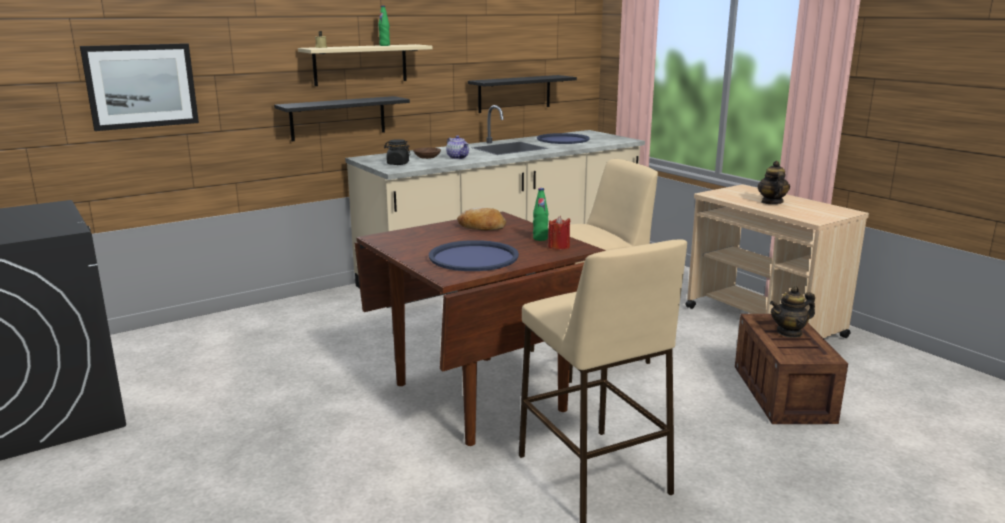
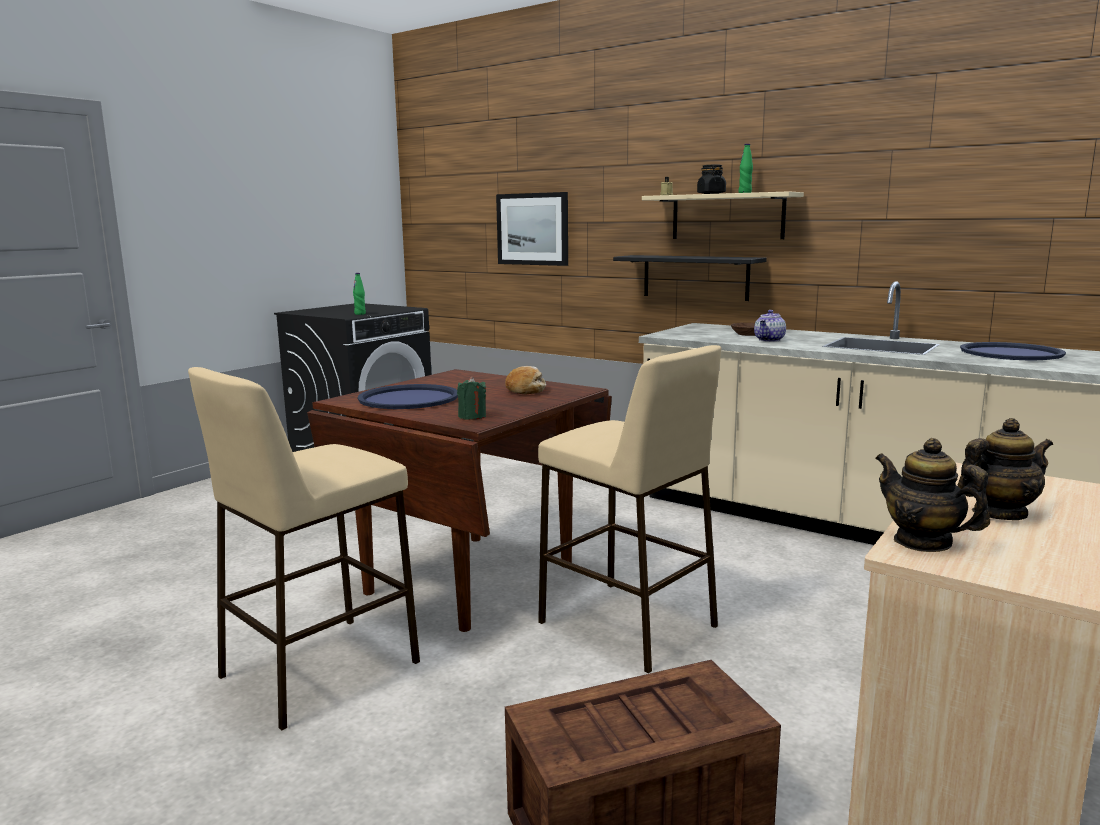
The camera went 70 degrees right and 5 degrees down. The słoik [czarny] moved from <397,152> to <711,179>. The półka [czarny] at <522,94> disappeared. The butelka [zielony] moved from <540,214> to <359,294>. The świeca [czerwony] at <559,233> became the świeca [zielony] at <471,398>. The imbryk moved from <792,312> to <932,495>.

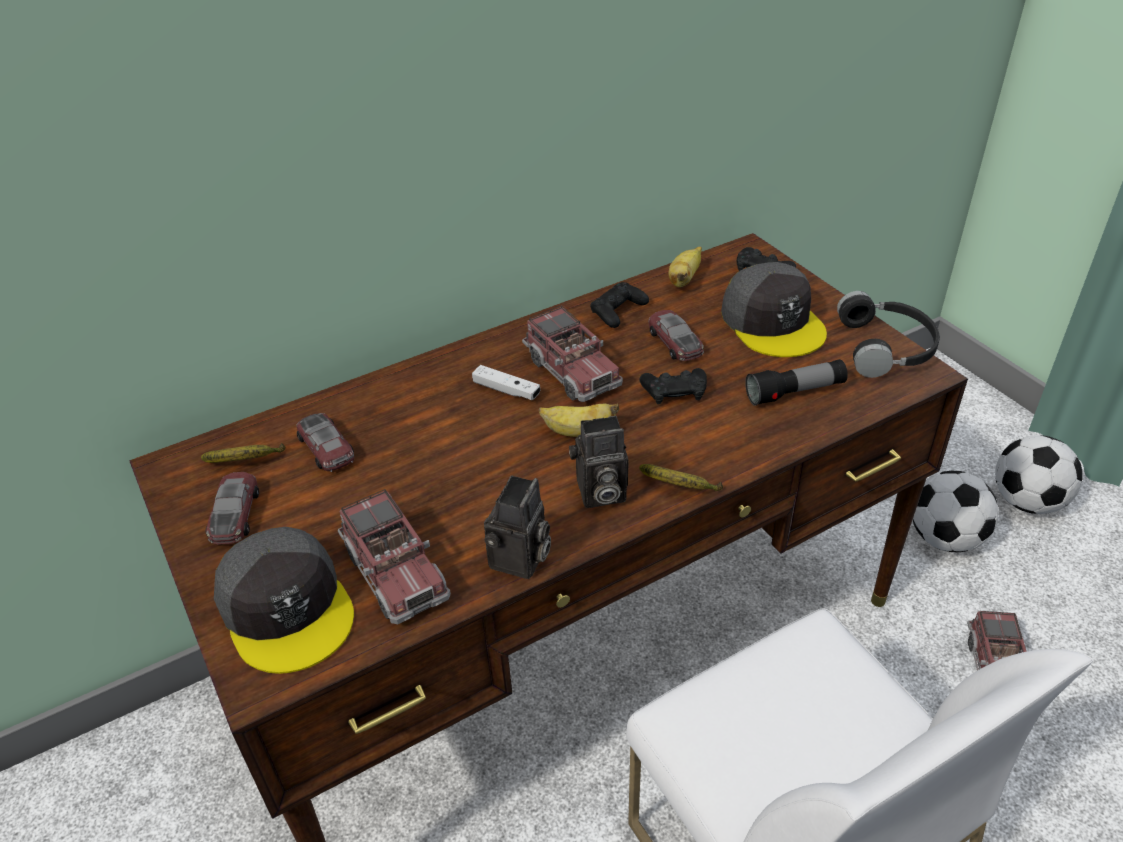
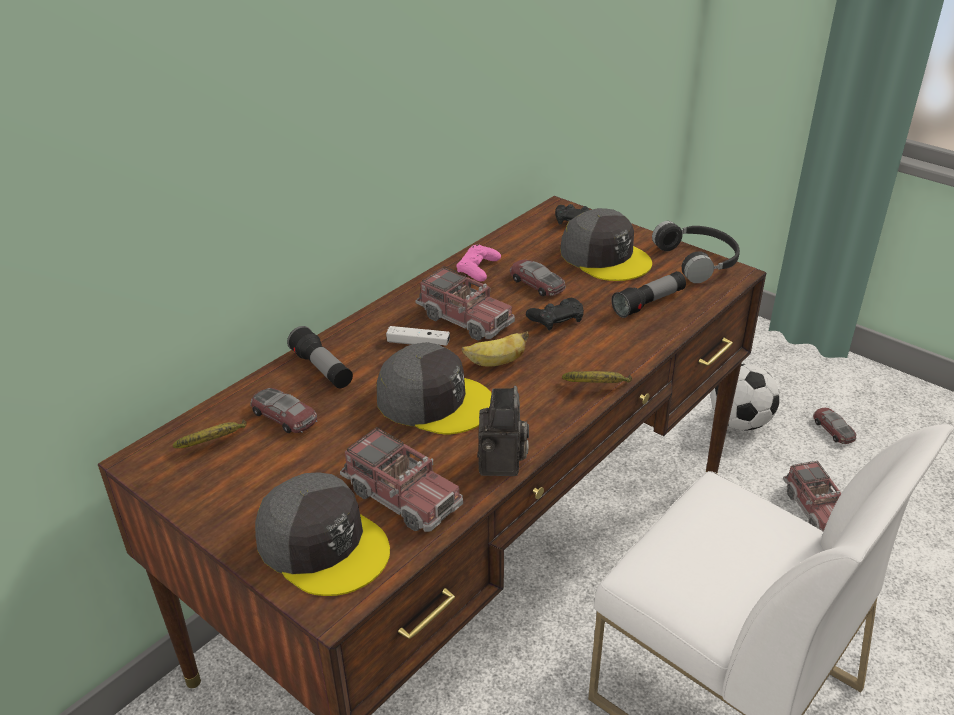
The camera went 20 degrees left and 5 degrees down. The samochodzik moved from <232,508> to <835,426>. The aparat fotograficzny at <598,461> disappeared. The pad do gier [czarny] at <619,305> became the pad do gier [różowy] at <479,263>. The banan at <685,267> disappeared. The piłka futbolowa at <1039,474> disappeared. The latarka at <320,357> appeared. The czapka z daszkiem [szary] at <434,388> appeared.

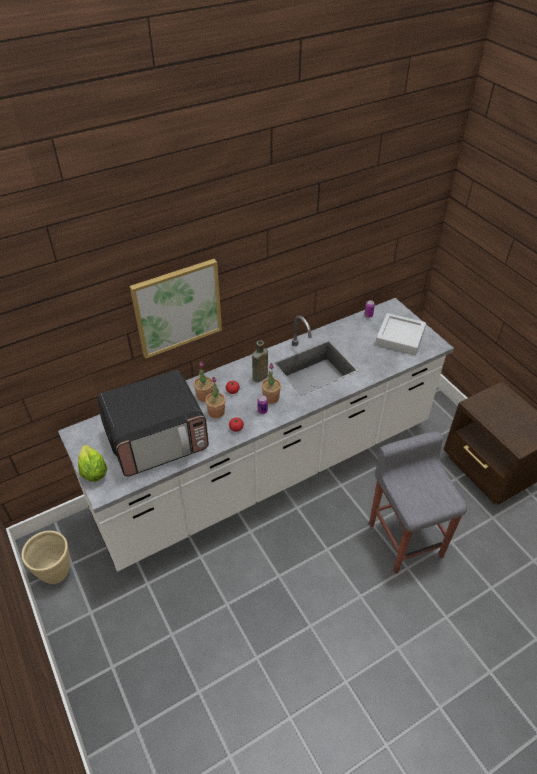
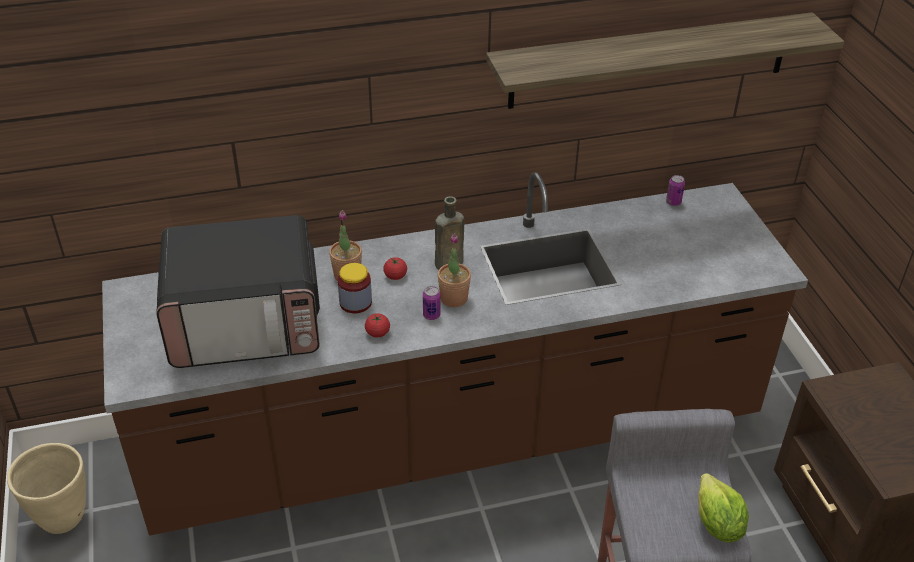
The camera went 15 degrees right and 5 degrees down. The zabudowa kuchenna [biały] at <256,435> became the zabudowa kuchenna [brązowy] at <455,354>. The sałata moved from <92,463> to <723,508>. The obraz at <176,309> disappeared. The roślina doniczkowa at <215,397> was replaced by the słoik at <355,288>. The taca [szary] at <400,334> disappeared. The półka at <665,60> appeared.

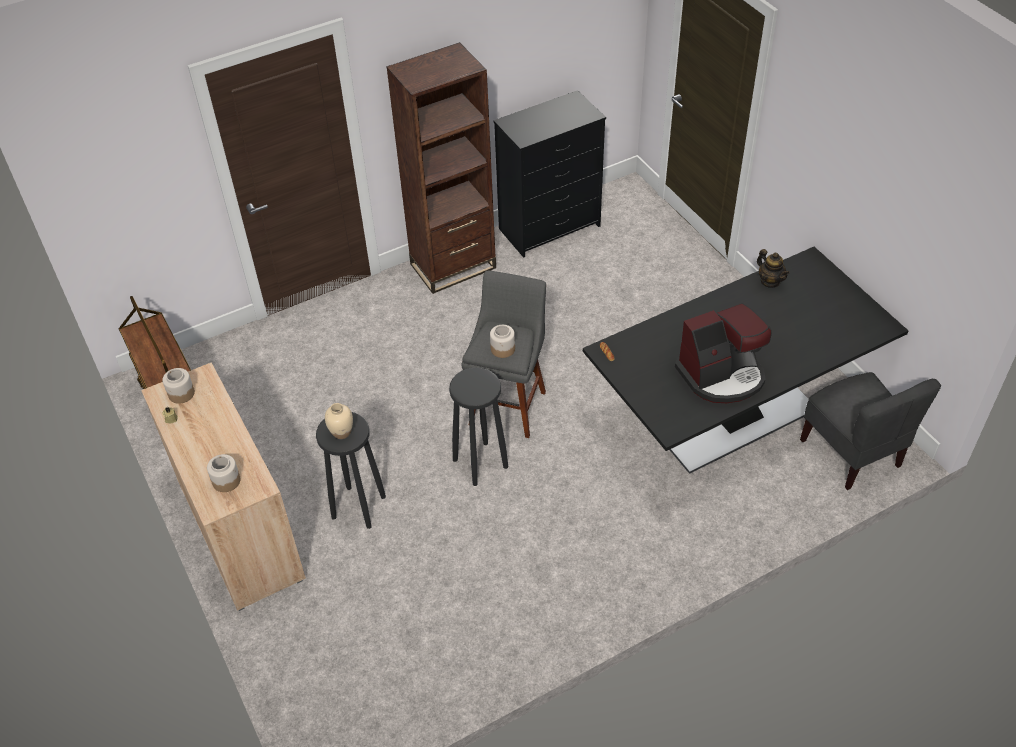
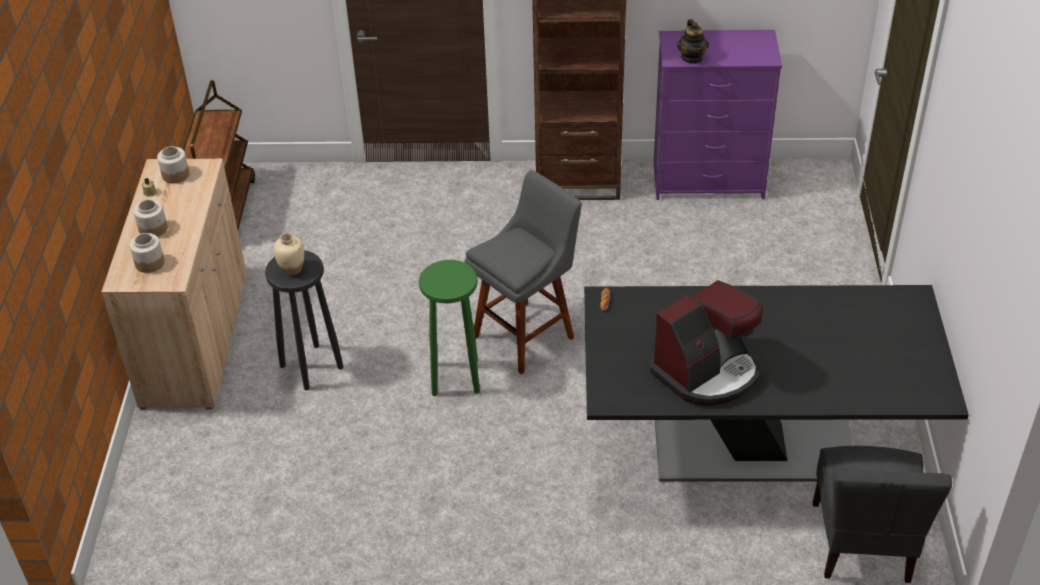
The camera went 30 degrees right and 5 degrees down. The stołek [czarny] at <478,427> became the stołek [zielony] at <449,328>. The słoik moved from <502,341> to <151,218>. The komoda [czarny] at <549,174> became the komoda [fioletowy] at <718,115>. The ekspres do kawy at <723,353> turned 45 degrees counterclockwise. The imbryk moved from <773,268> to <693,41>.

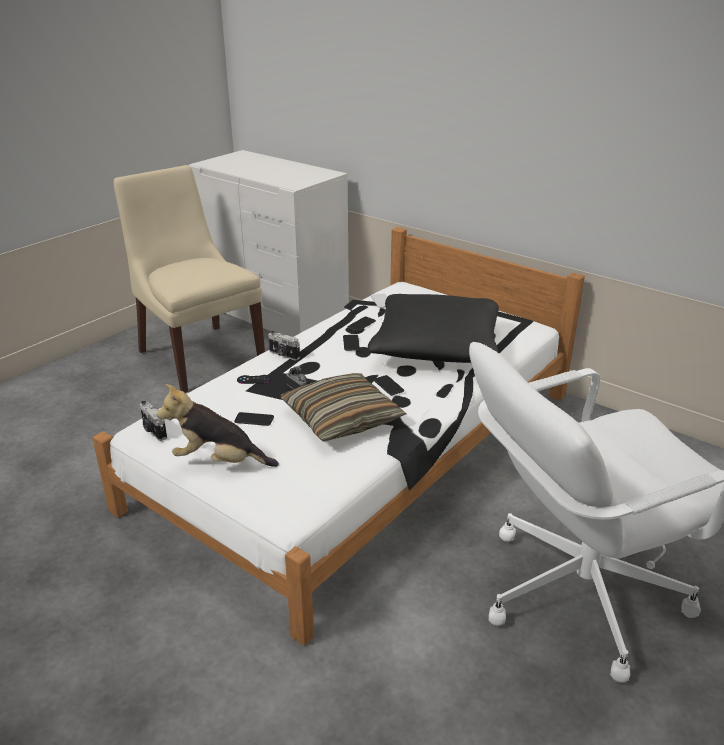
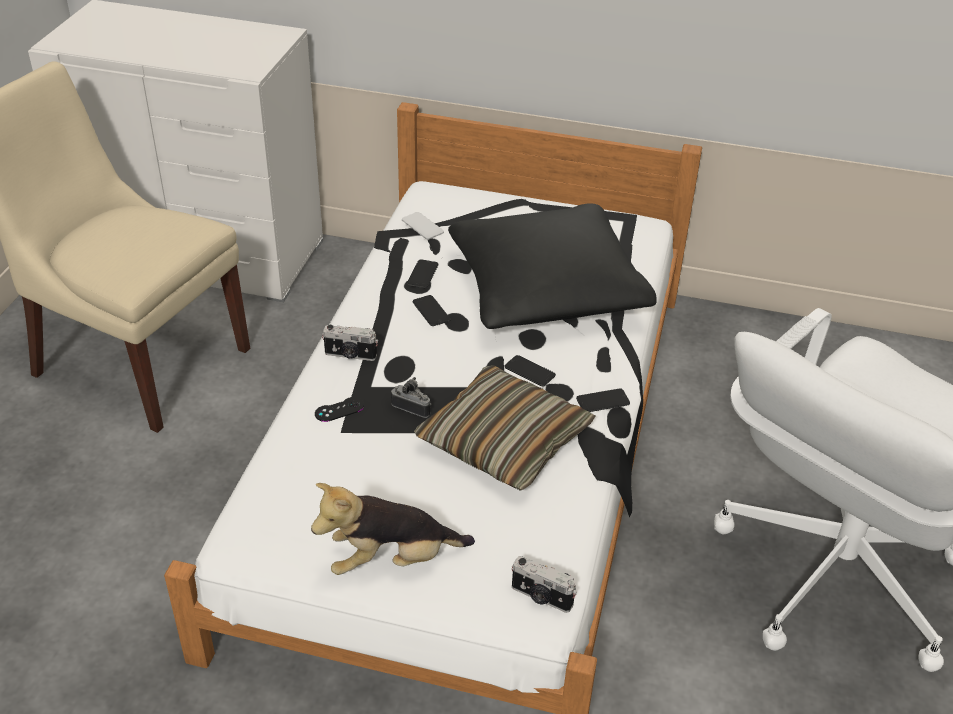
The camera went 25 degrees left and 10 degrees up. The aparat fotograficzny moved from <153,421> to <544,584>. The telefon moved from <254,419> to <603,400>.

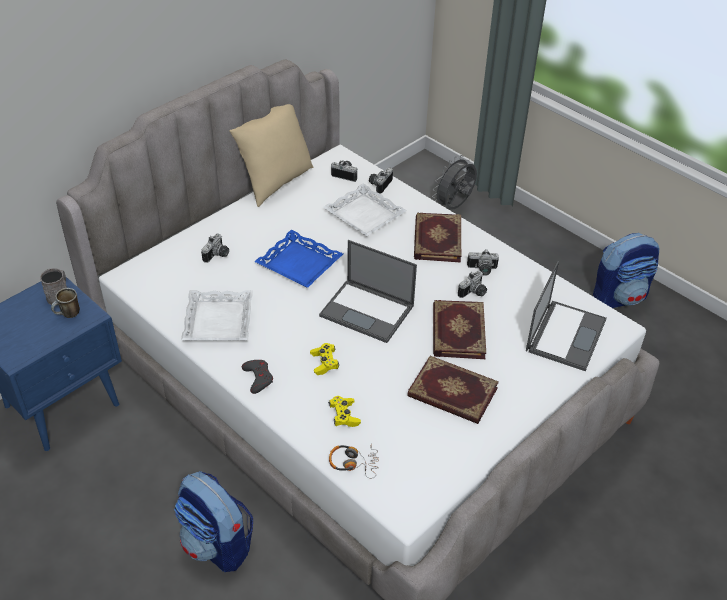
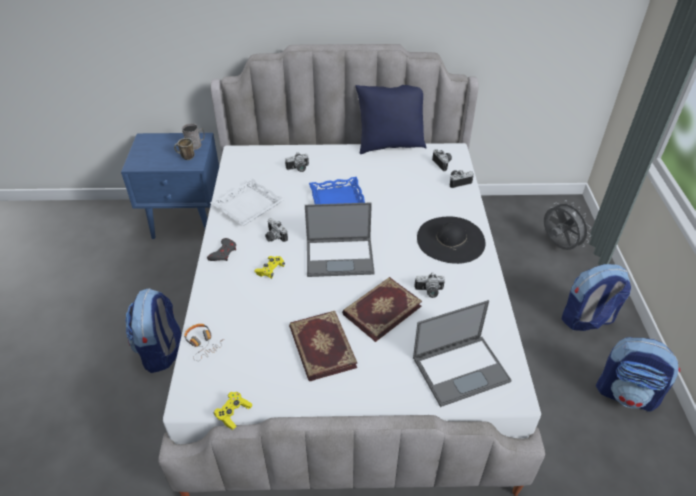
The camera went 45 degrees right and 0 degrees up. The poduszka [beżowy] at <271,155> became the poduszka [niebieski] at <390,119>. The laptop at <368,291> turned 75 degrees counterclockwise. The taca [biały] at <365,209> disappeared. The pad do gier [żółty] moved from <344,411> to <232,411>. The książka at <437,237> was replaced by the kapelusz [czarny] at <451,240>. The wentylator [szary] at <454,182> turned 60 degrees clockwise. The aparat fotograficzny moved from <483,262> to <276,230>. The plecak at <596,297> appeared.

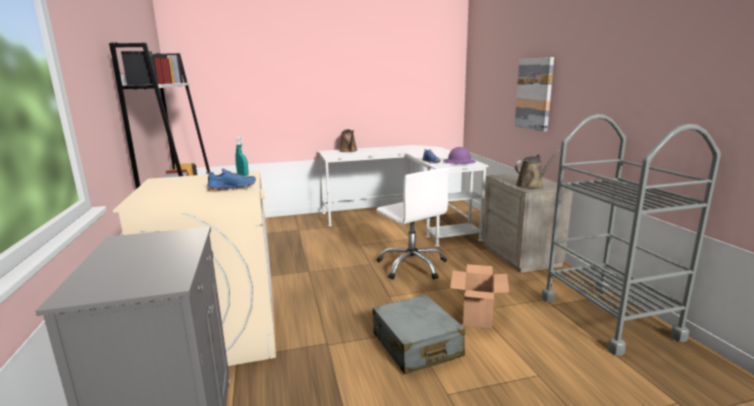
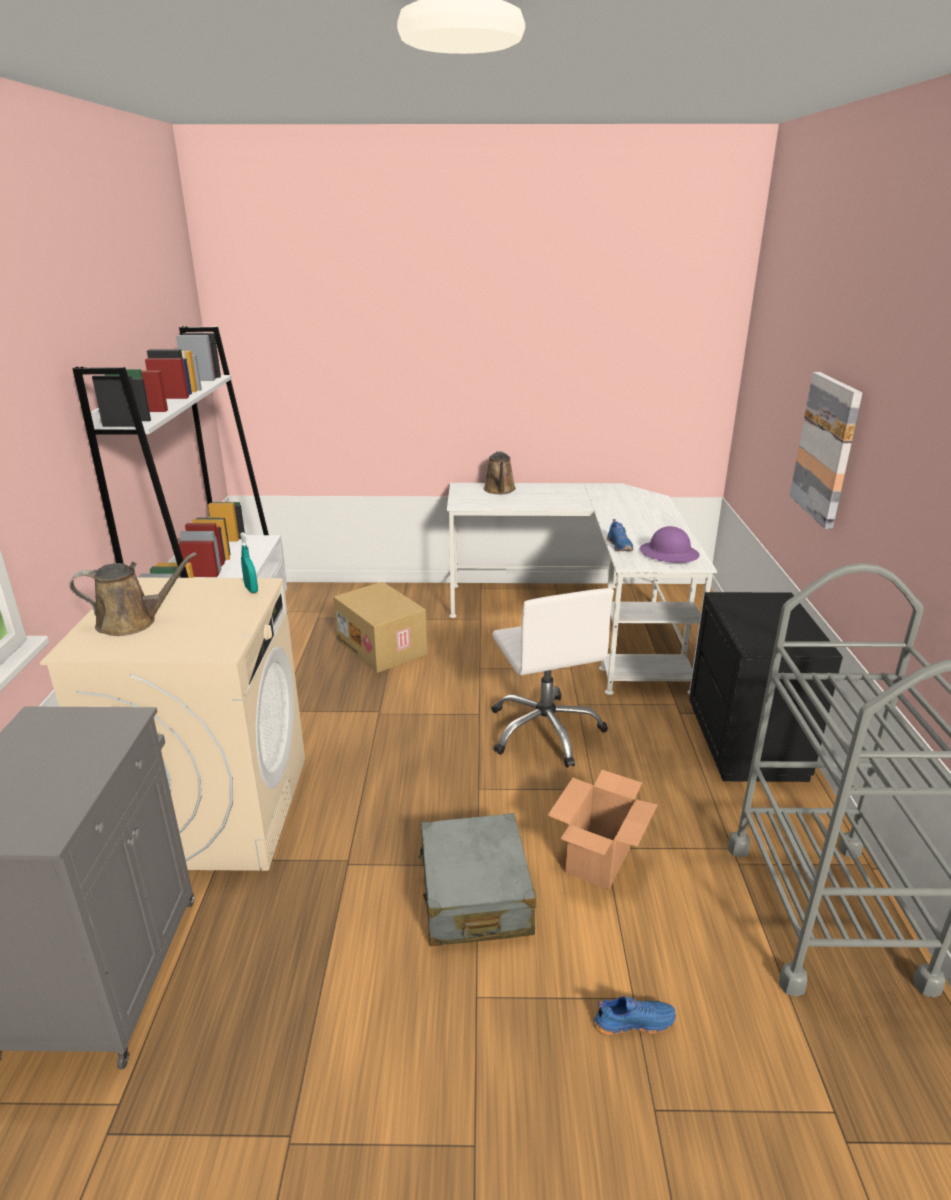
The camera went 15 degrees right and 10 degrees up. The but [niebieski] moved from <231,180> to <635,1016>. The szafka nocna [beżowy] at <528,223> became the szafka nocna [czarny] at <766,687>. The konewka [brązowy] moved from <537,169> to <133,594>. The karton at <380,627> appeared.

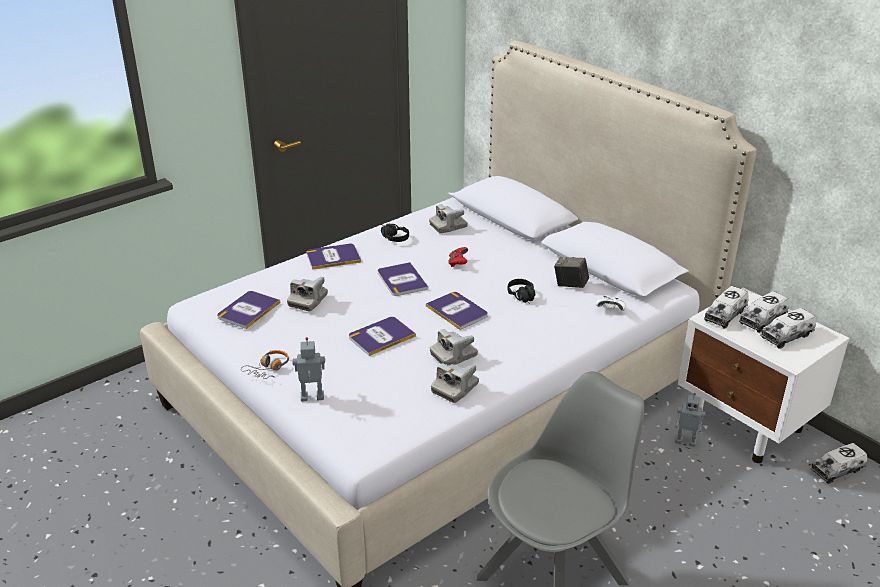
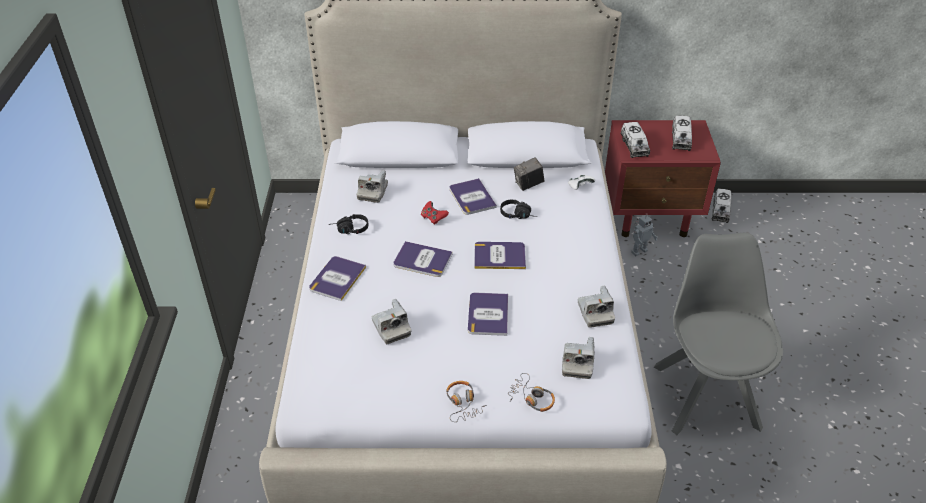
The camera went 50 degrees left and 10 degrees up. The książka moved from <248,310> to <473,196>. The robot zabawkowy at <308,369> was replaced by the słuchawki at <531,392>. The aparat fotograficzny moved from <454,347> to <578,358>. The szafka nocna [biały] at <764,375> became the szafka nocna [czerwony] at <663,178>. The ciężarówka zabawkowa at <764,312> disappeared.

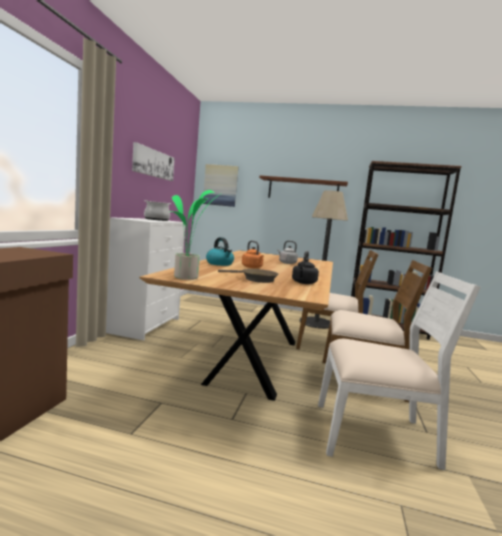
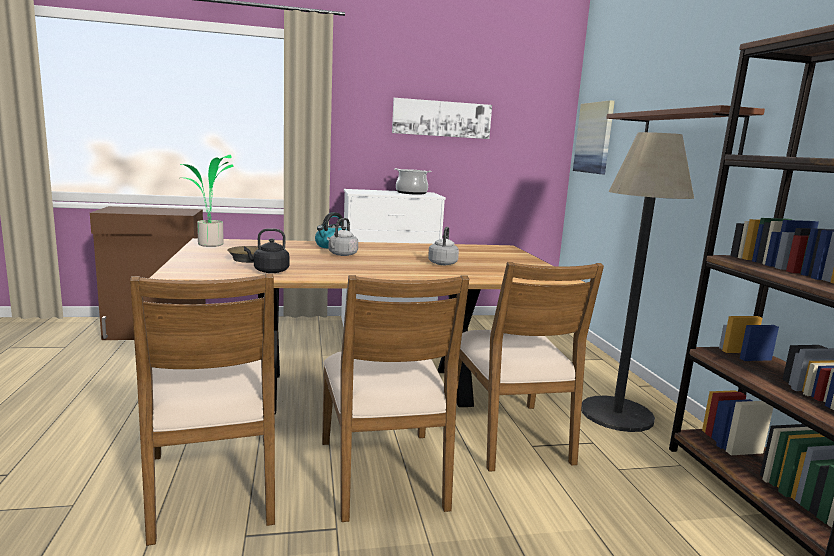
The camera went 65 degrees right and 5 degrees up. The czajnik [pomarańczowy] at <253,254> became the czajnik [szary] at <342,237>. The krzesło [biały] at <399,370> became the krzesło [brązowy] at <202,409>.

